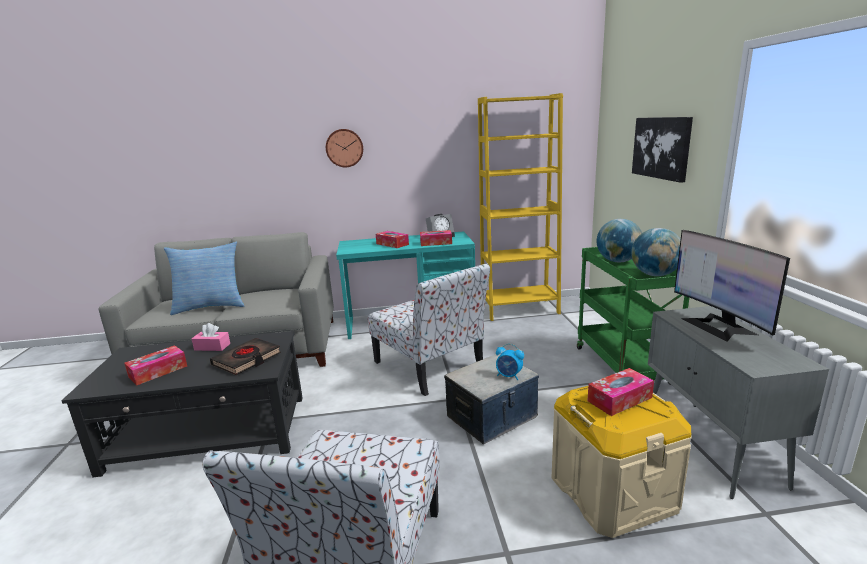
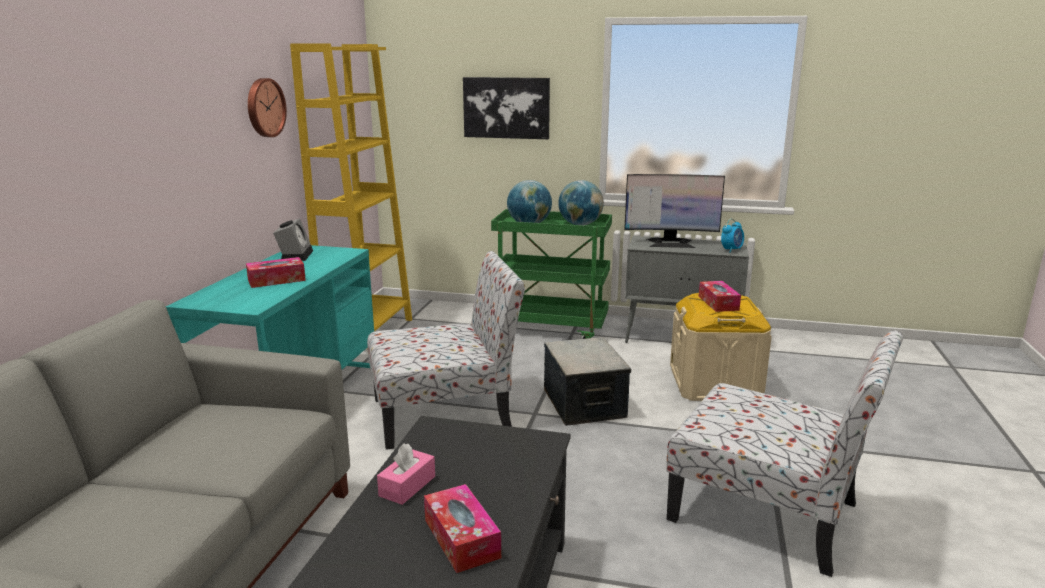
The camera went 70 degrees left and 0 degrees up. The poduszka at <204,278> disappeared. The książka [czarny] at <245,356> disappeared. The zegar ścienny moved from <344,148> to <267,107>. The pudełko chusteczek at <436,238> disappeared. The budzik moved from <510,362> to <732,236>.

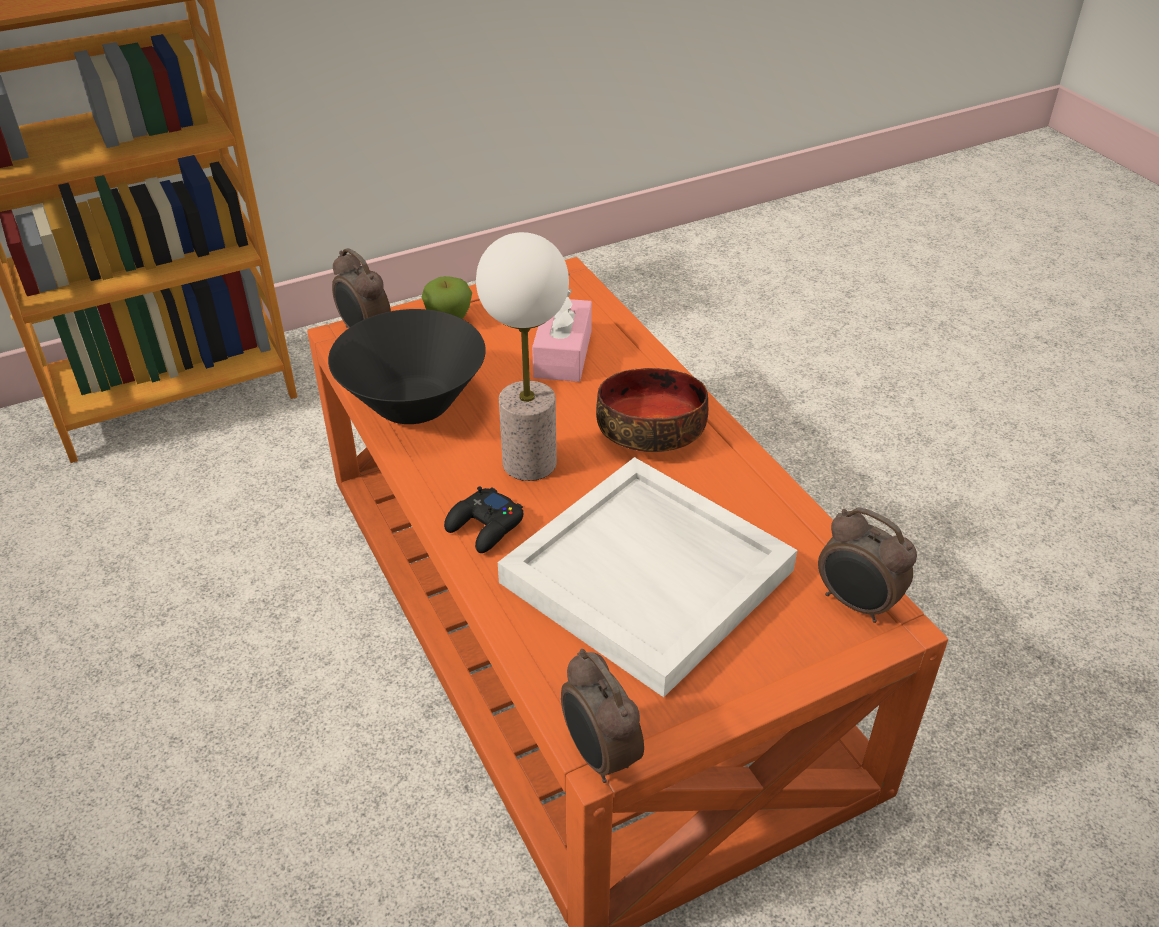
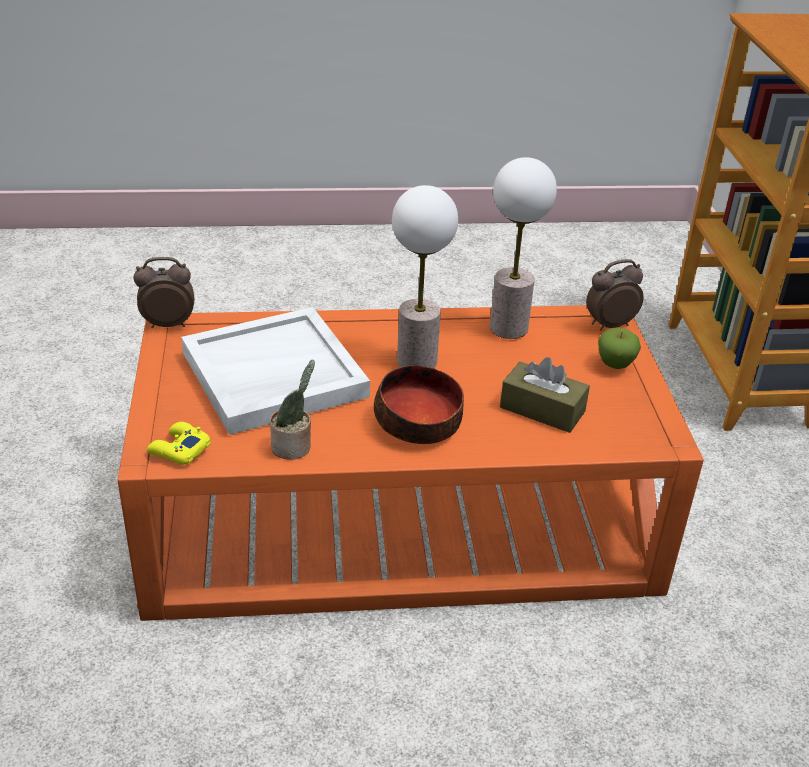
The camera went 110 degrees right and 5 degrees down. The miska [czarny] at <407,366> was replaced by the lampa stołowa at <523,248>. The pad do gier [czarny] at <483,519> disappeared. The pudełko chusteczek [różowy] at <562,335> became the pudełko chusteczek [brązowy] at <545,395>. The budzik at <867,565> was replaced by the pad do gier [żółty] at <179,443>. The roślina doniczkowa at <292,409> appeared.

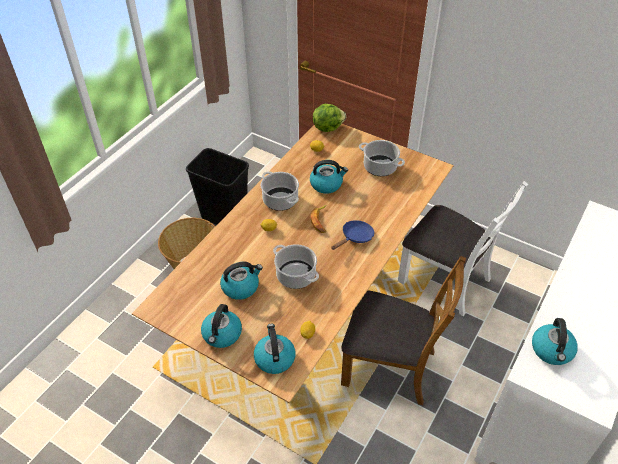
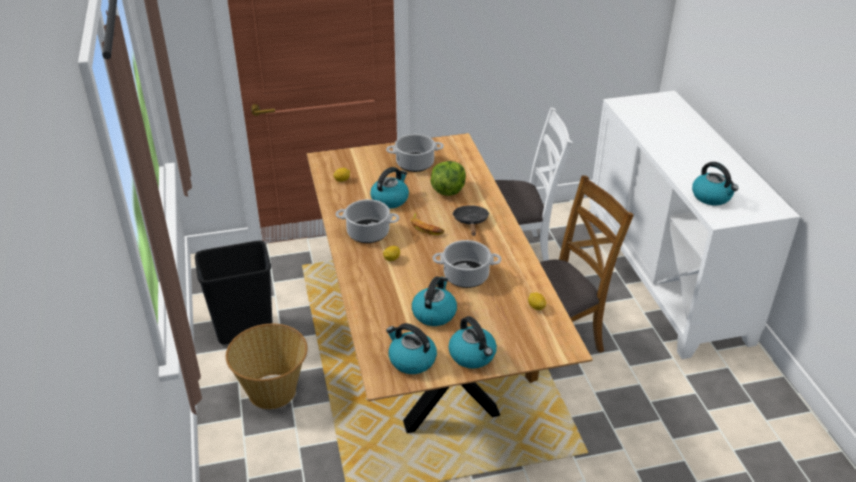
The camera went 45 degrees left and 10 degrees down. The czajnik moved from <275,349> to <411,348>. The sałata moved from <329,118> to <448,178>. The patelnia [niebieski] at <352,235> became the patelnia [czarny] at <470,220>.

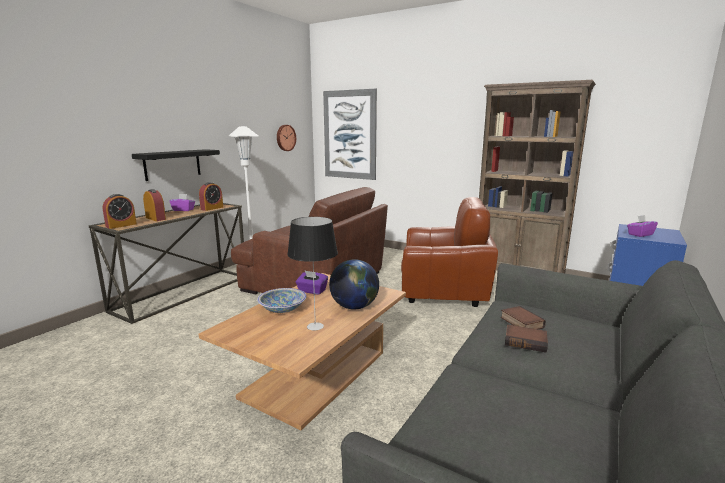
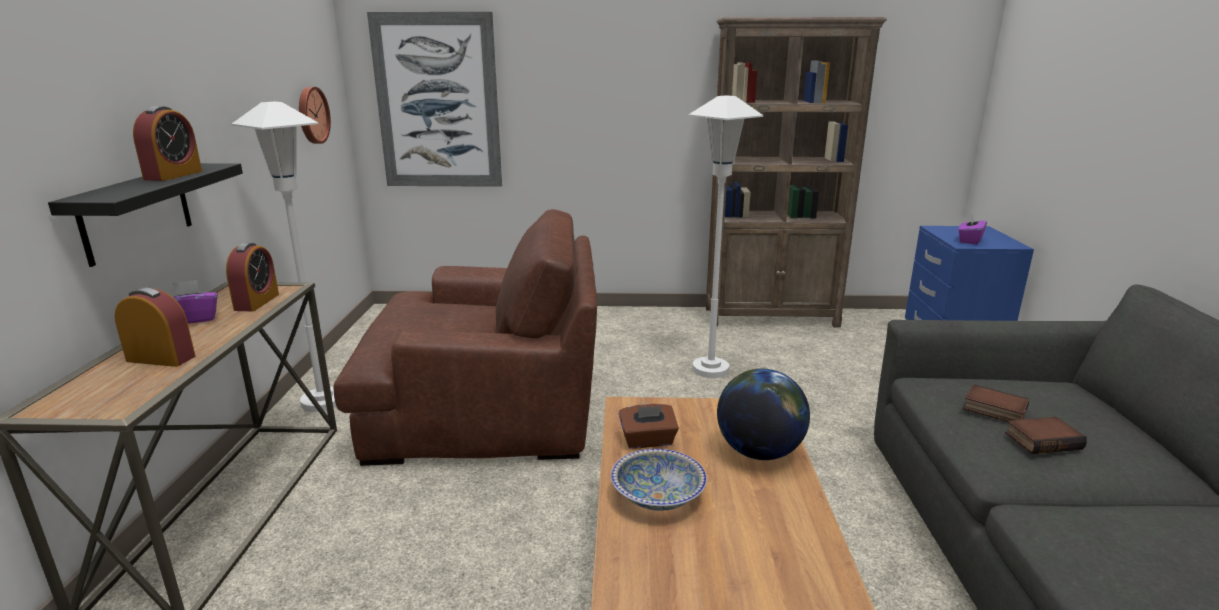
The camera went 30 degrees left and 5 degrees up. The budzik moved from <120,211> to <167,143>. The lampa stołowa at <312,274> disappeared. The pudełko chusteczek [fioletowy] at <312,283> became the pudełko chusteczek [brązowy] at <649,426>. The fotel [brązowy] at <449,252> was replaced by the lampa stojąca [biały] at <726,236>.

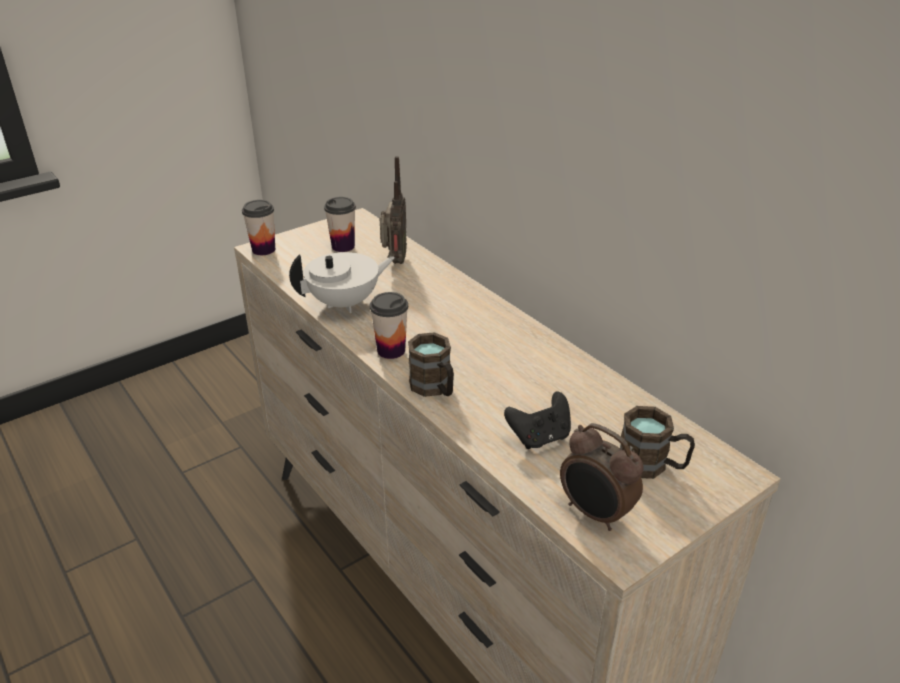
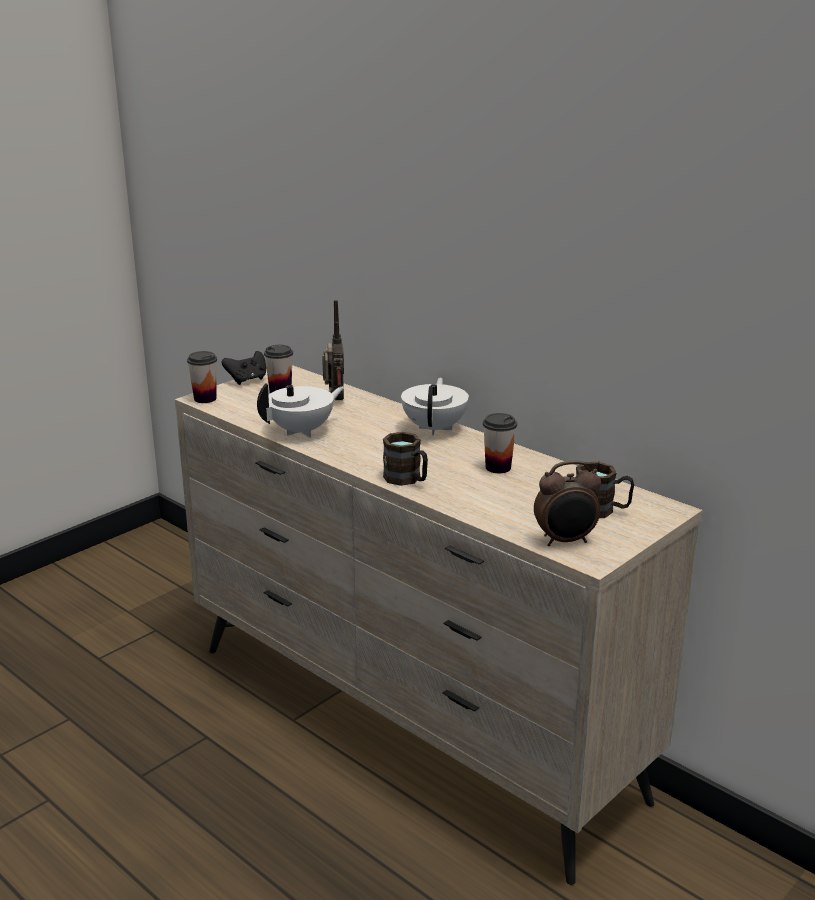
The camera went 10 degrees left and 10 degrees down. The filiżanka moved from <389,325> to <500,443>. The pad do gier [czarny] moved from <537,420> to <244,368>. The budzik at <602,477> turned 45 degrees counterclockwise. The imbryk [biały] at <435,406> appeared.

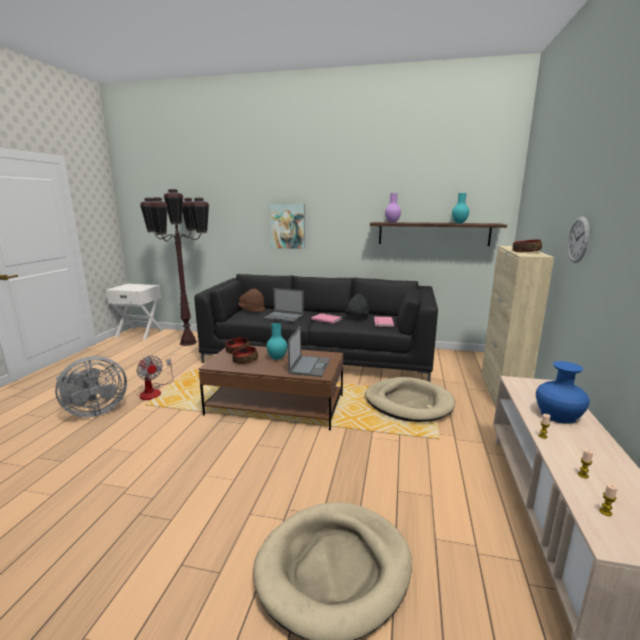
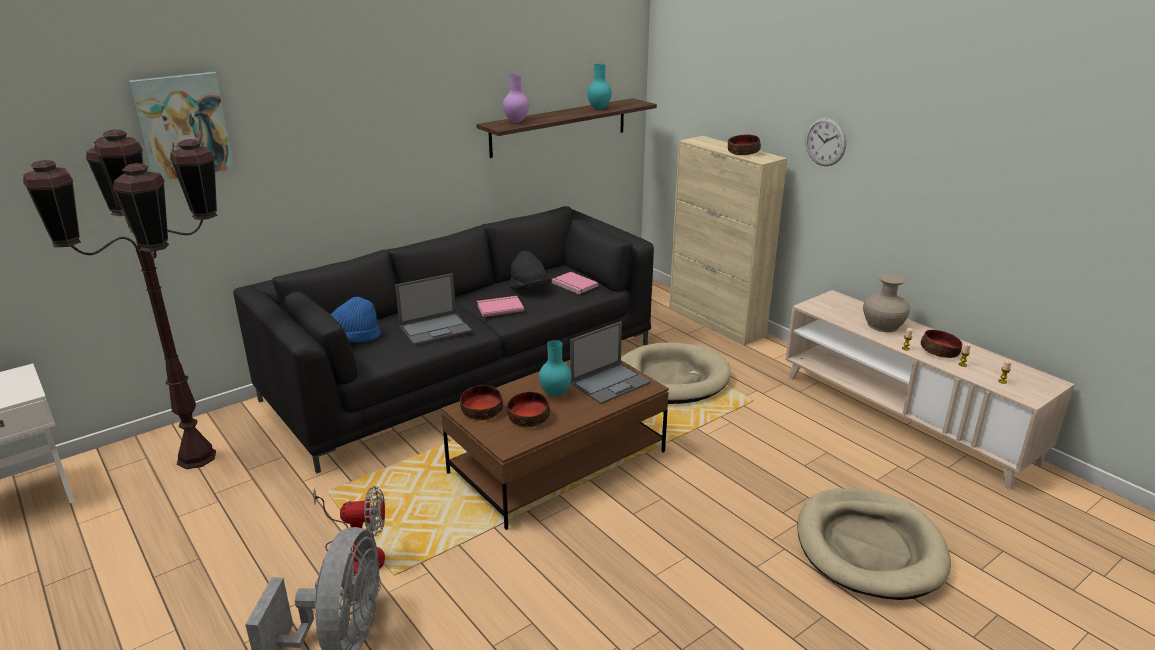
The camera went 50 degrees left and 10 degrees up. The kapelusz [brązowy] at <252,300> became the kapelusz [niebieski] at <355,320>. The obraz moved from <287,226> to <181,126>. The laptop at <309,351> turned 90 degrees clockwise. The wazon [niebieski] at <563,392> became the wazon [beżowy] at <886,303>. The miska at <942,344> appeared.

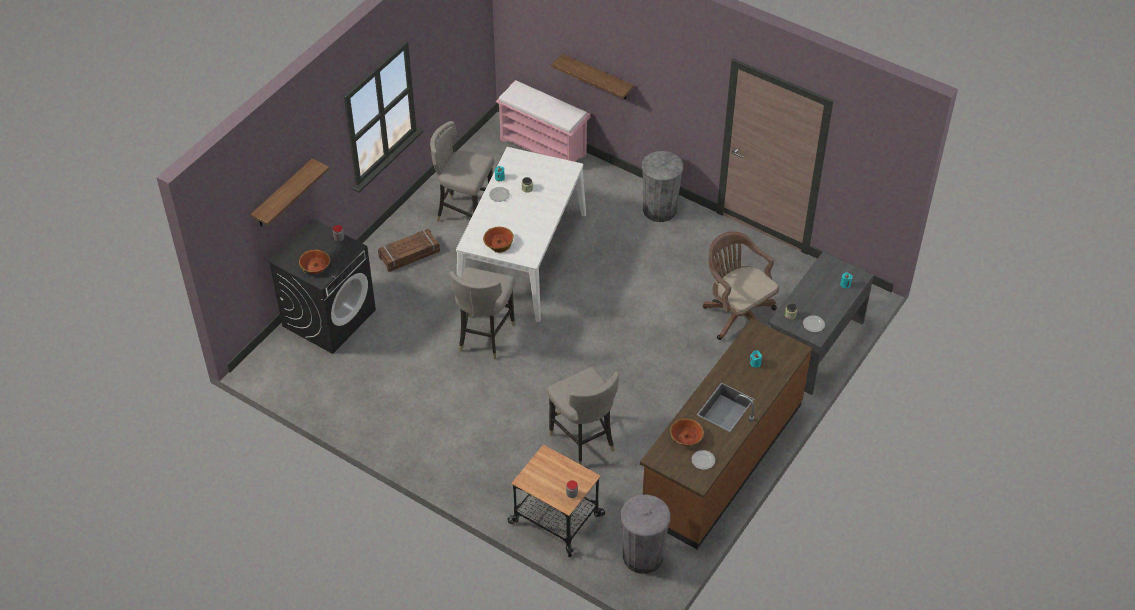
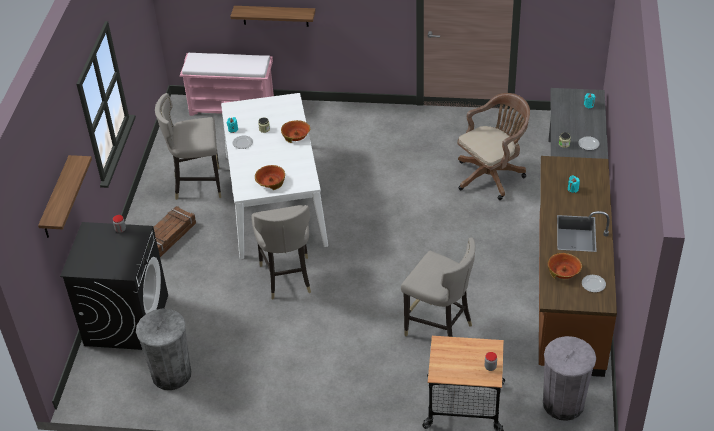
The camera went 25 degrees left and 5 degrees down. The miska moved from <314,261> to <295,131>. The kosz na śmieci [szary] moved from <662,186> to <163,349>. The krzesło biurowe [brązowy] at <741,285> turned 120 degrees clockwise.

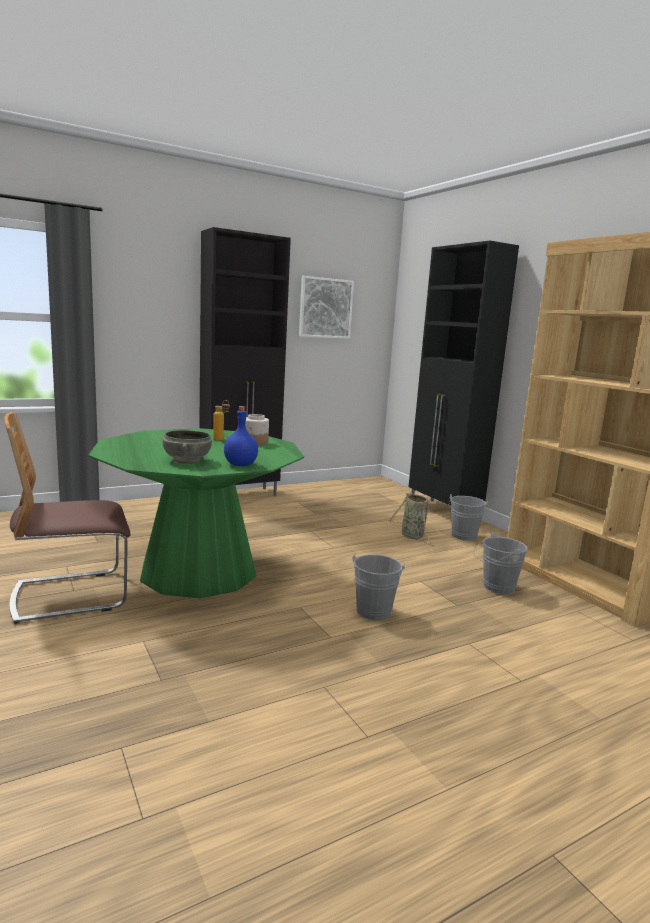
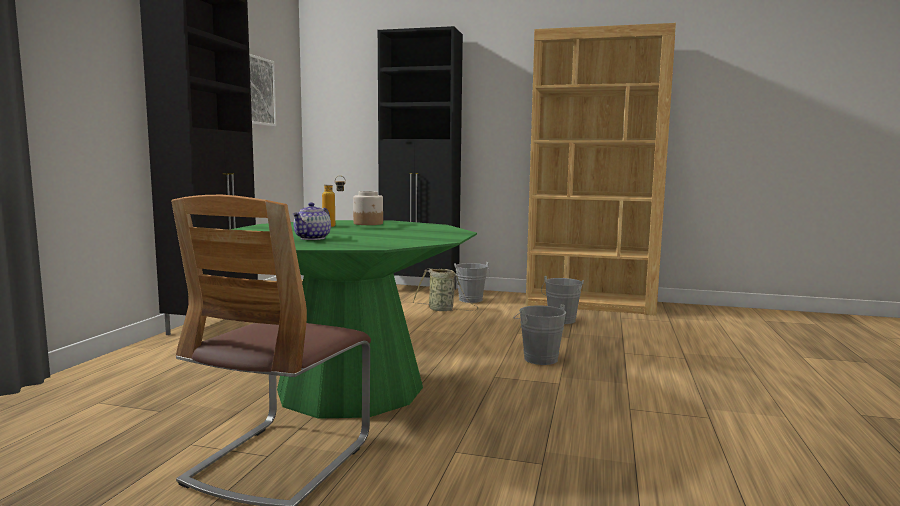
The camera went 45 degrees left and 5 degrees down. The miska [szary] at <187,447> disappeared. The butelka [niebieski] at <241,436> disappeared. The imbryk at <312,221> appeared.

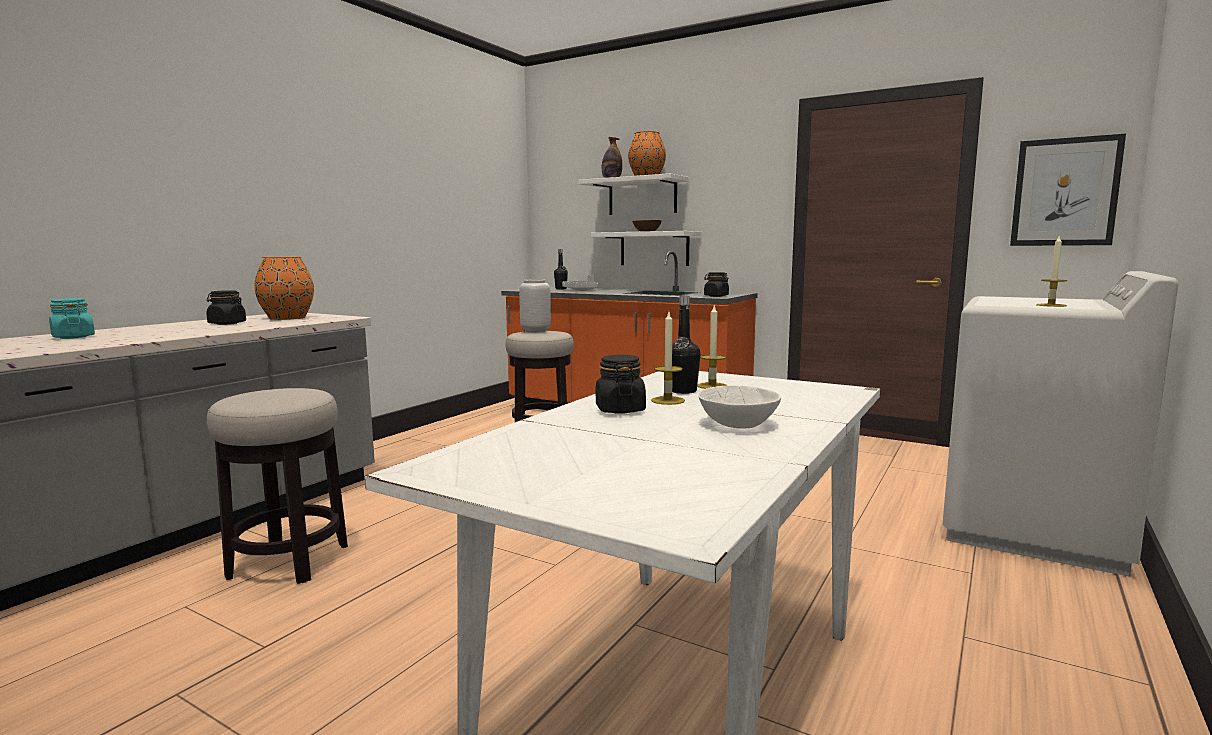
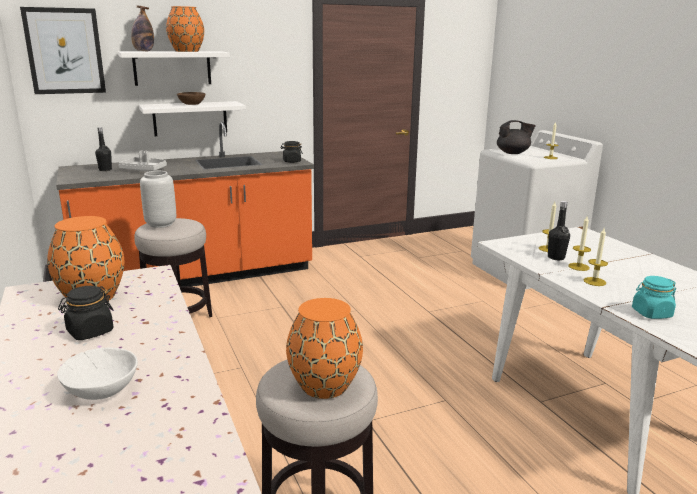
The camera went 55 degrees left and 10 degrees up. The słoik [turkusowy] moved from <72,318> to <654,297>. The słoik [czarny] at <621,384> was replaced by the świeca at <596,257>. The miska [biały] moved from <739,407> to <97,374>. The obraz moved from <1068,190> to <63,50>. The wazon [pomarańczowy] at <324,348> appeared. The imbryk [czarny] at <516,137> appeared.

